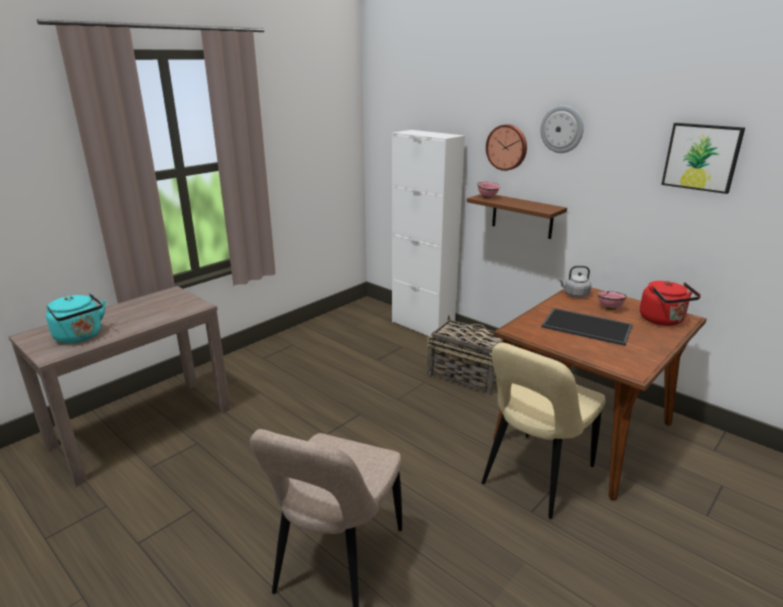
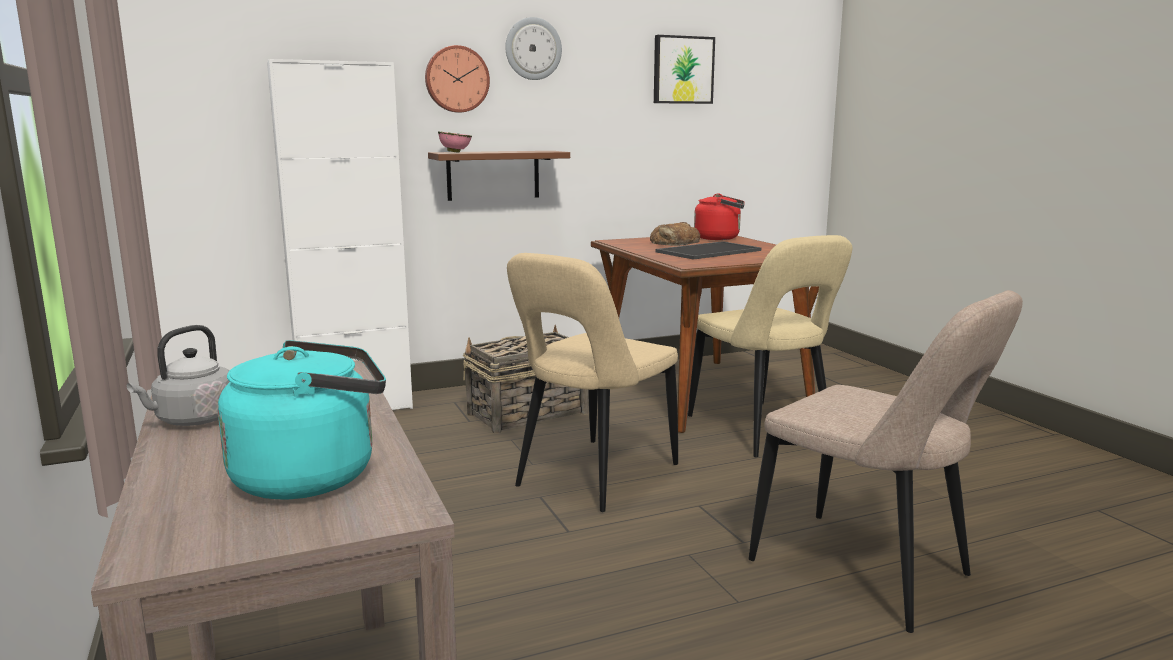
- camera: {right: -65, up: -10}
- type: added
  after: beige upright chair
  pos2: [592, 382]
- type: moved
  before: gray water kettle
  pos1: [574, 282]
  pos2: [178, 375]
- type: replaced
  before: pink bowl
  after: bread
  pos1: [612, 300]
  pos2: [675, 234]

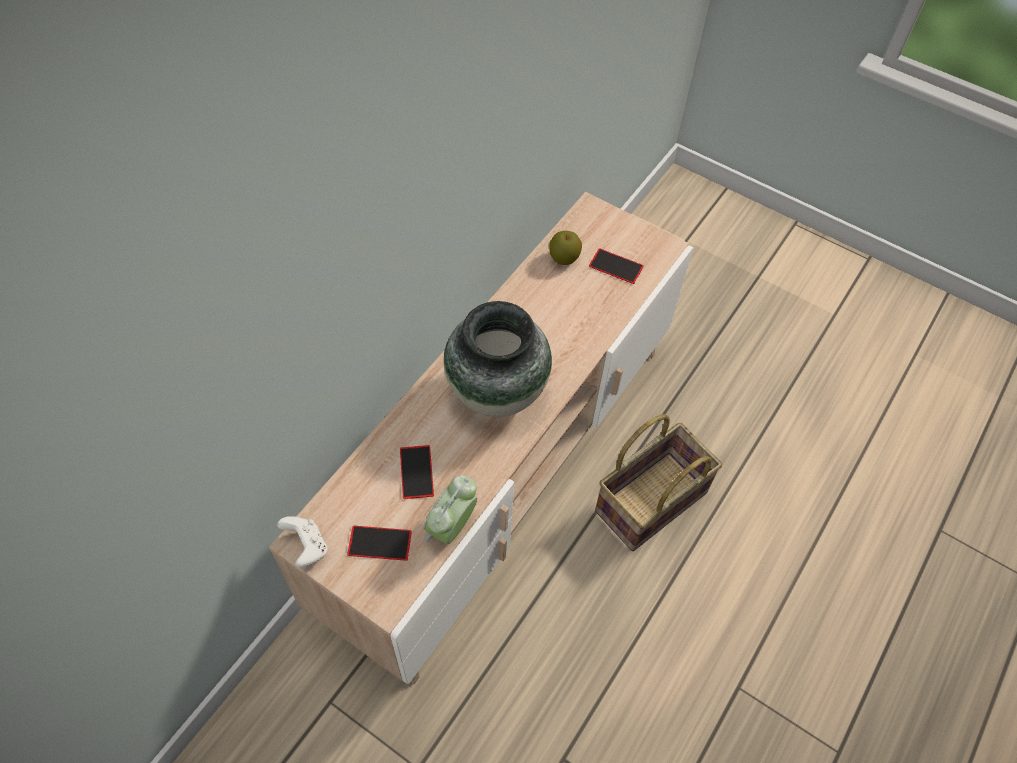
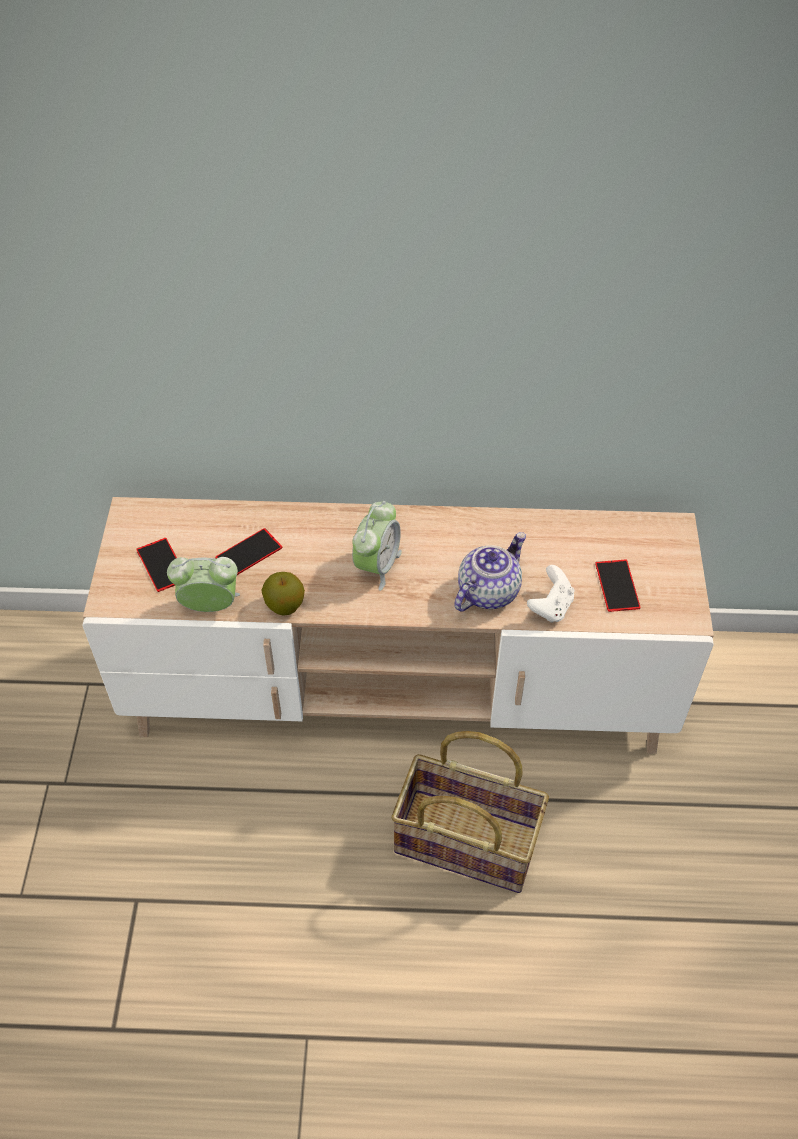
- camera: {right: 60, up: -5}
- type: added
  after: teapot
  pos2: [490, 572]
- type: moved
  before: white gamepad
  pos1: [302, 541]
  pos2: [551, 594]
- type: moved
  before: apple
  pos1: [565, 248]
  pos2: [283, 594]
- type: replaced
  before: decorative vase
  after: bedside clock
  pos1: [498, 359]
  pos2: [377, 546]

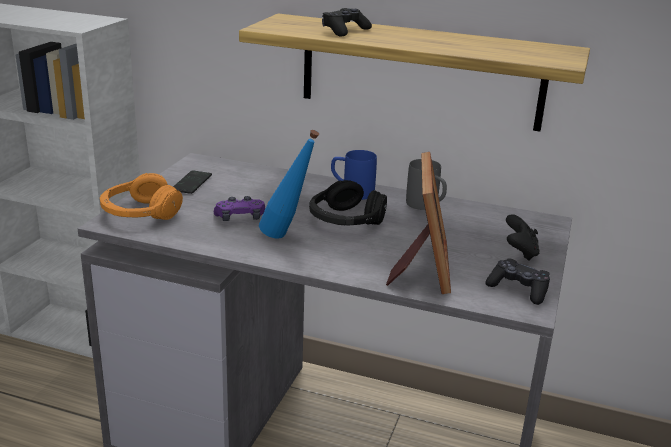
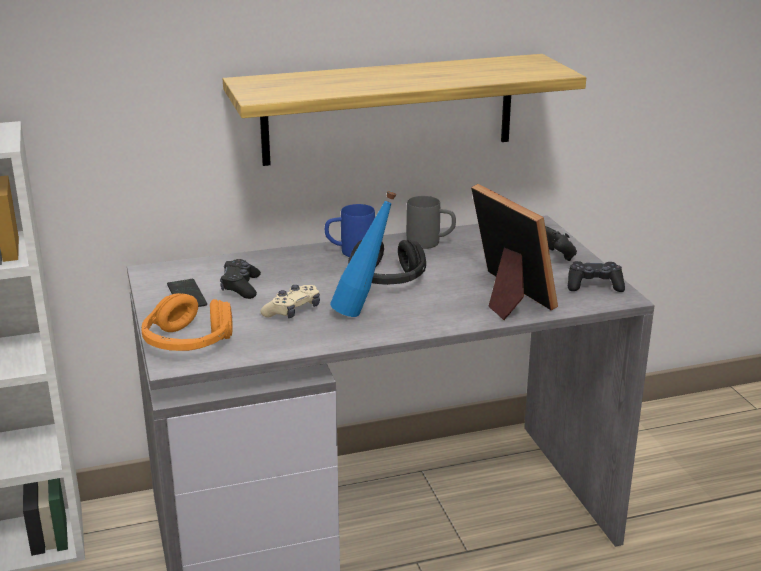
- camera: {right: -35, up: 0}
- type: moved
  before: black-coloured gamepad
  pos1: [347, 22]
  pos2: [240, 279]
- type: recoloured
  before: purple-coloured gamepad
  after: beige gamepad
  pos1: [239, 208]
  pos2: [290, 301]

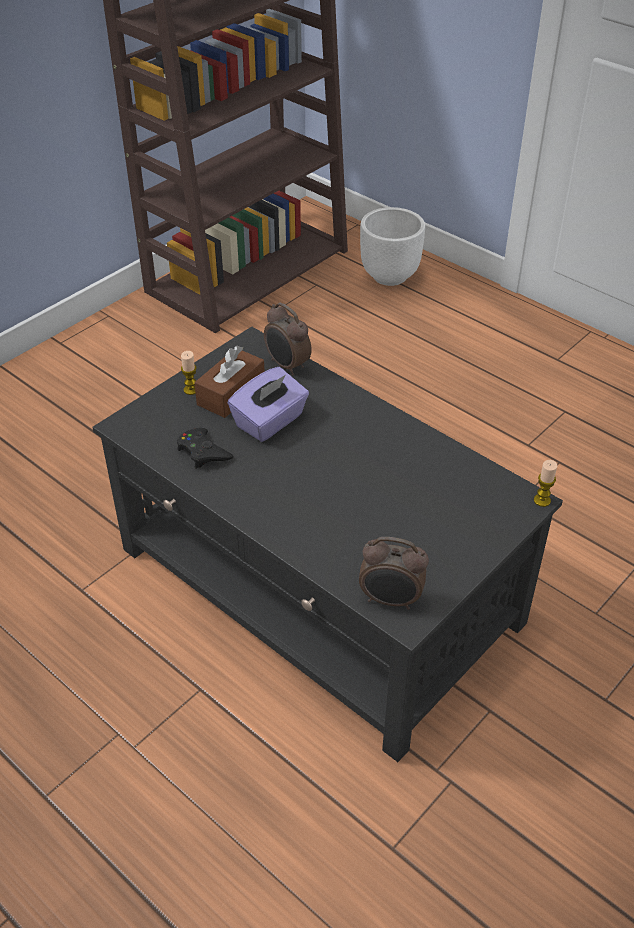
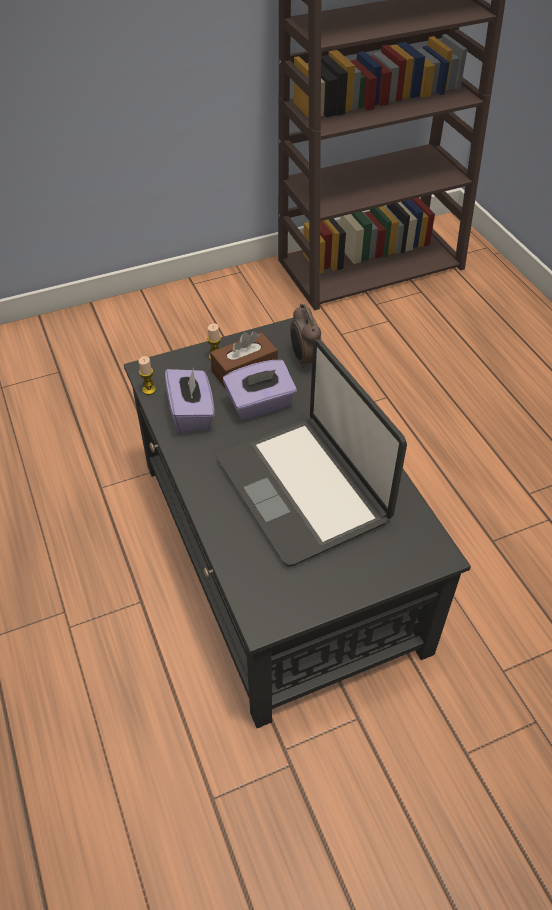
- camera: {right: 25, up: 5}
- type: removed
  before: bedside clock
  pos1: [394, 573]
- type: removed
  before: white planter
  pos1: [392, 246]
- type: added
  after: laptop
  pos2: [312, 452]
- type: moved
  before: wax light
  pos1: [545, 483]
  pos2: [147, 375]
- type: replaced
  before: black-coloured gamepad
  after: purple-coloured tissue box
  pos1: [205, 448]
  pos2: [190, 400]

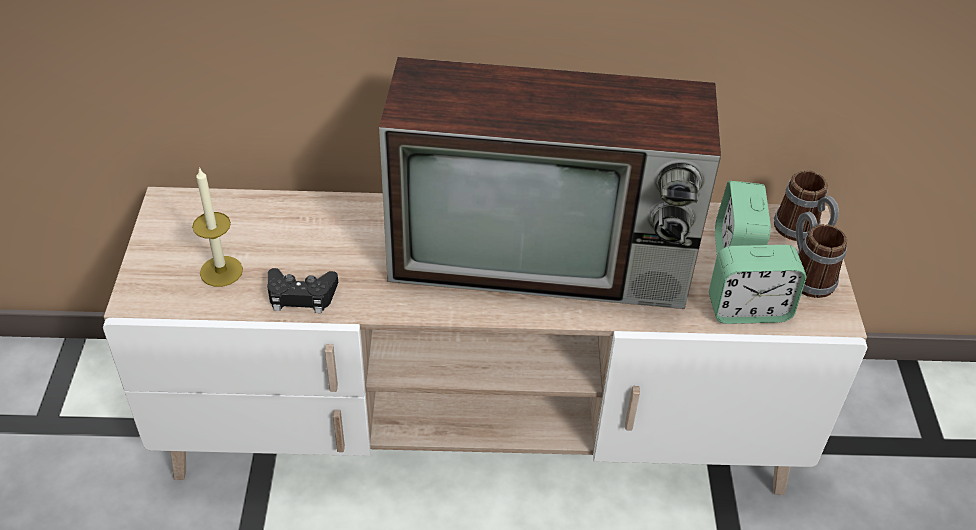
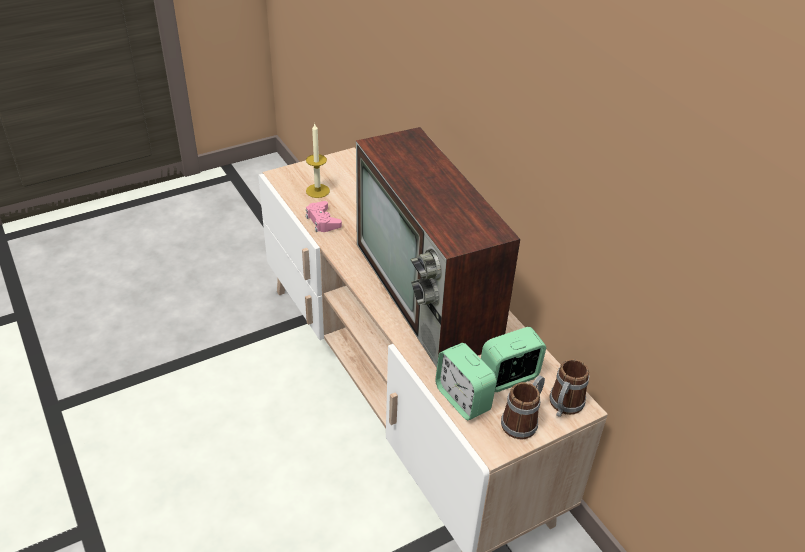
- camera: {right: 60, up: -5}
- type: recoloured
  before: black-coloured gamepad
  after: pink gamepad
  pos1: [302, 290]
  pos2: [324, 216]

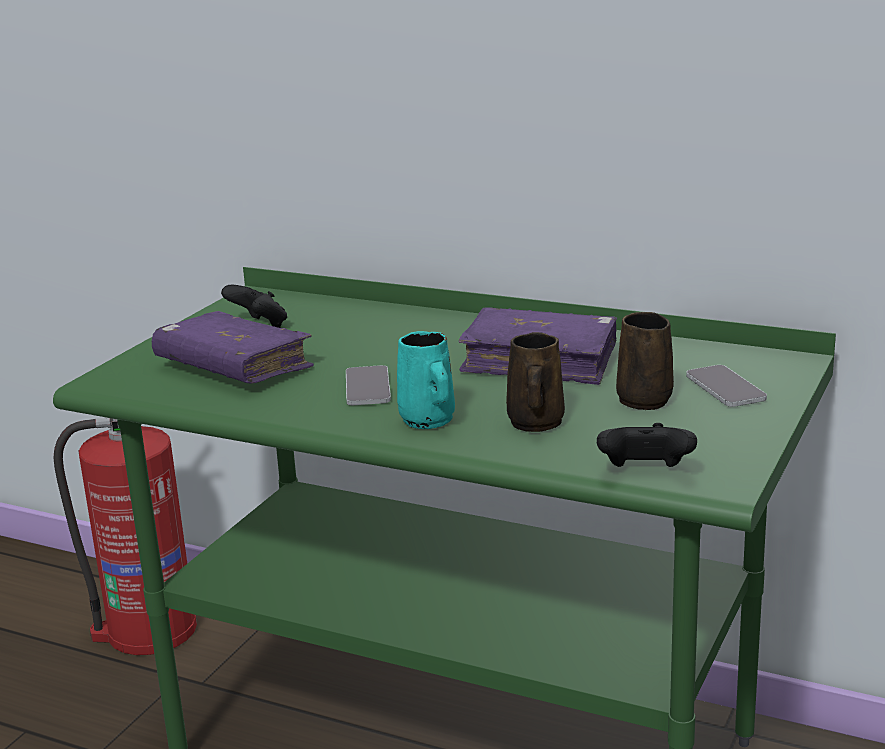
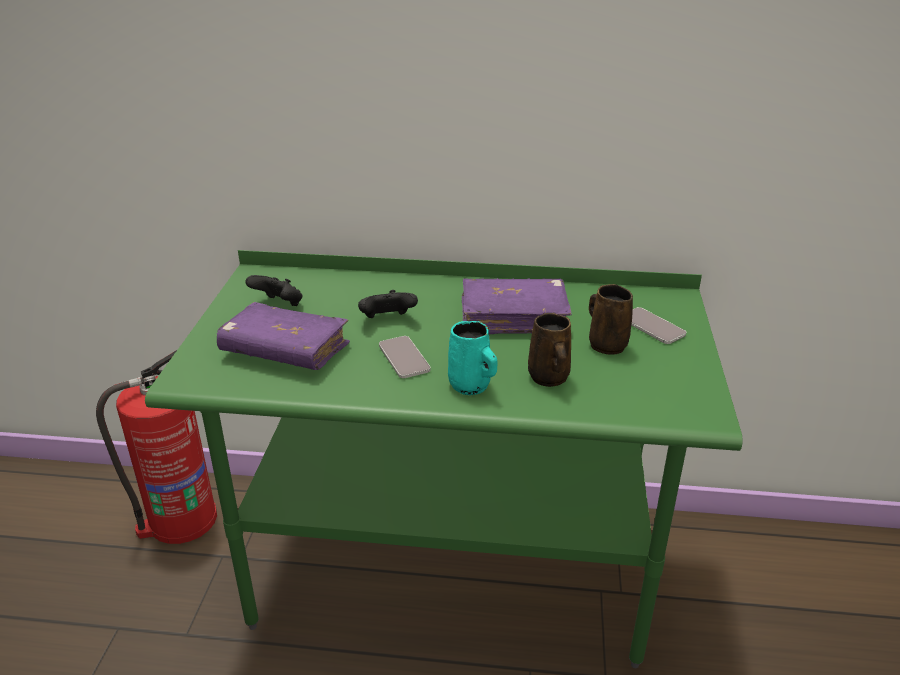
- camera: {right: -20, up: 10}
- type: moved
  before: black-coloured gamepad
  pos1: [647, 445]
  pos2: [388, 304]

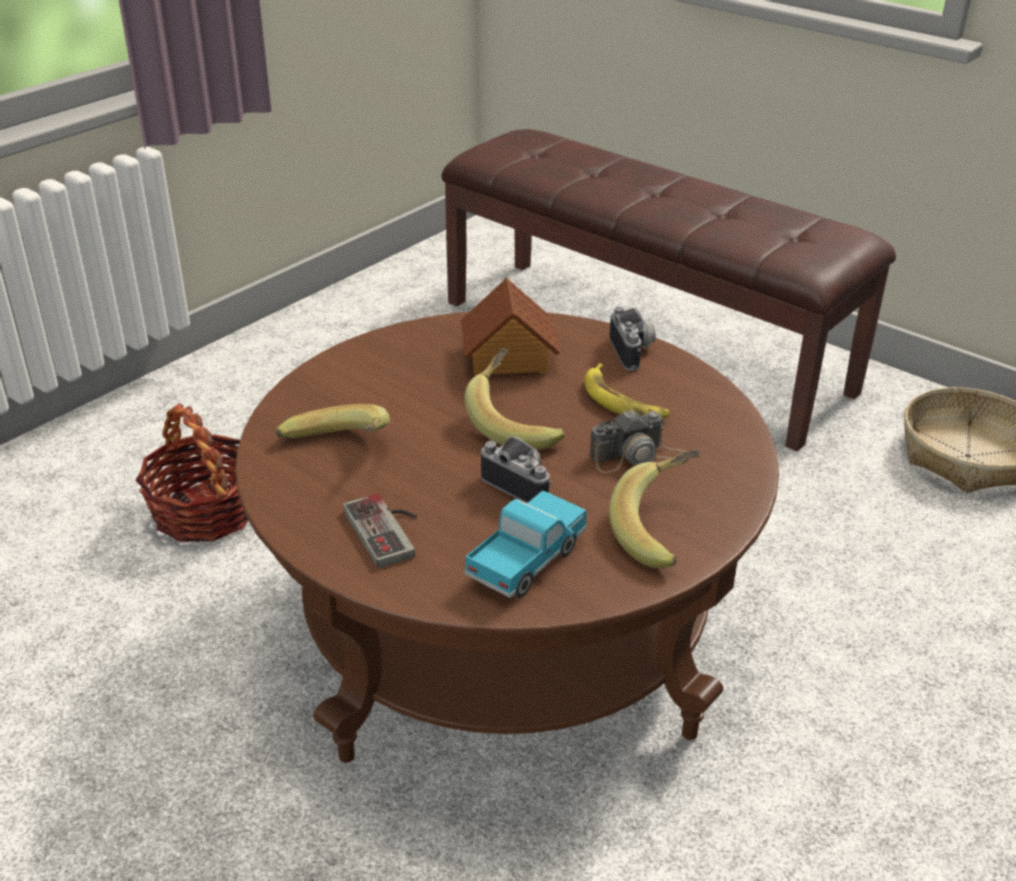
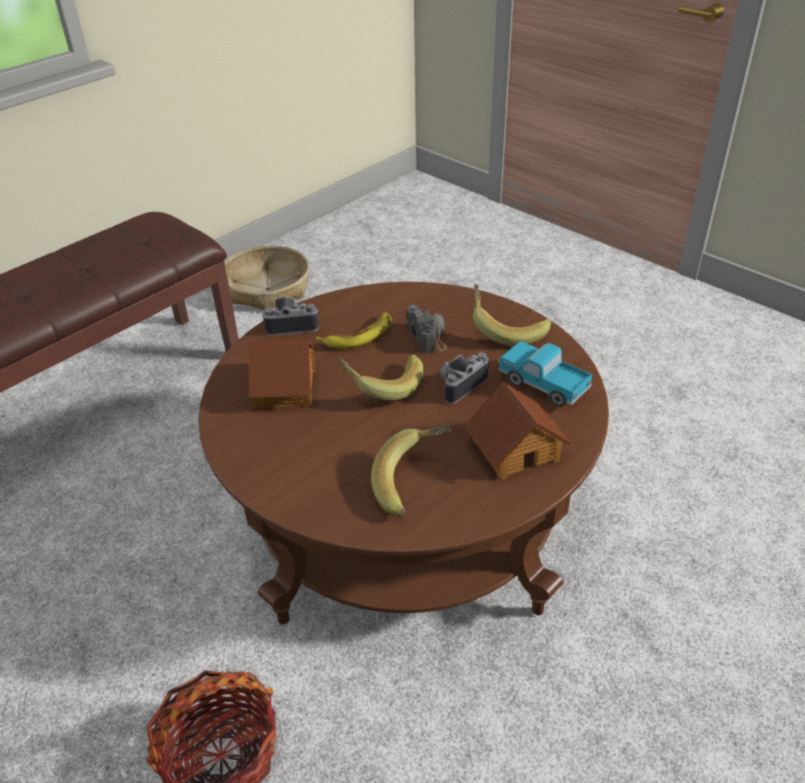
- camera: {right: -85, up: 5}
- type: replaced
  before: gamepad
  after: toy house
  pos1: [380, 531]
  pos2: [517, 431]

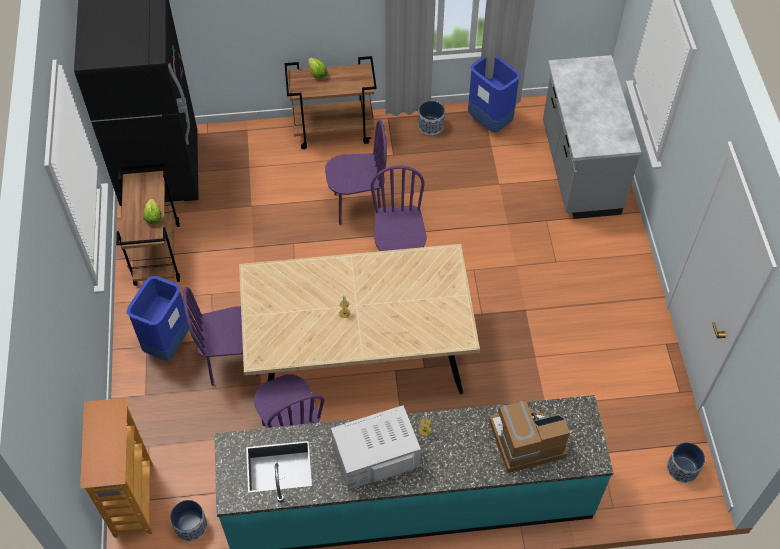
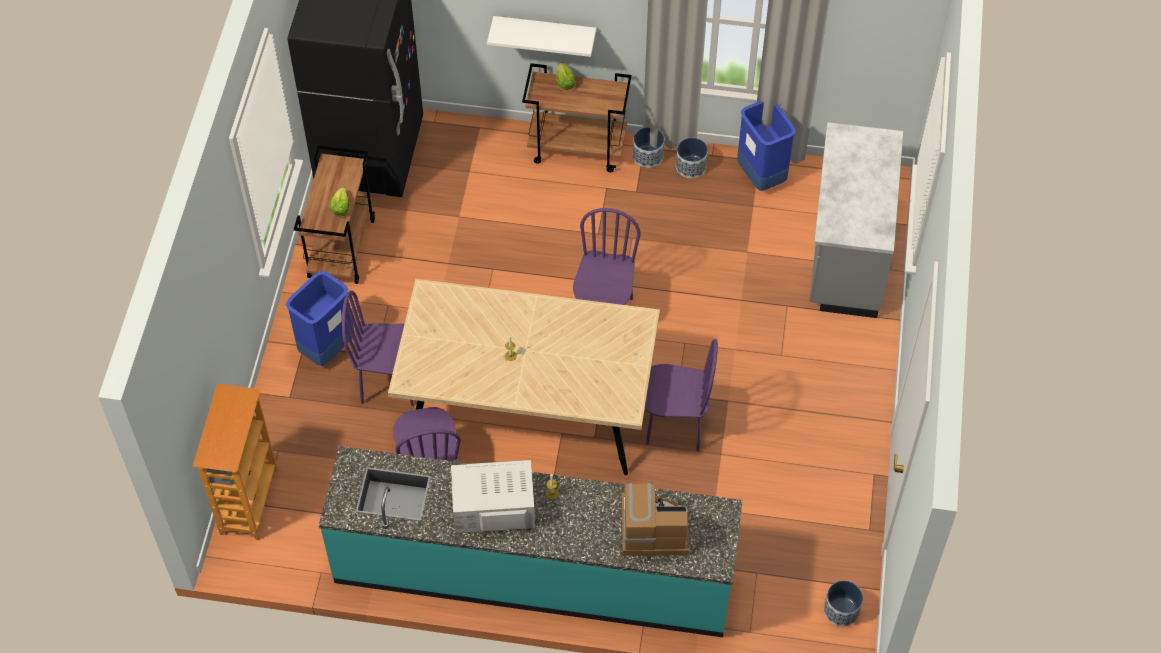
- camera: {right: 15, up: 0}
- type: added
  after: white wall shelf
  pos2: [541, 36]
- type: moved
  before: planter
  pos1: [188, 520]
  pos2: [648, 147]
- type: moved
  before: purple-coloured upright chair
  pos1: [356, 172]
  pos2: [681, 395]

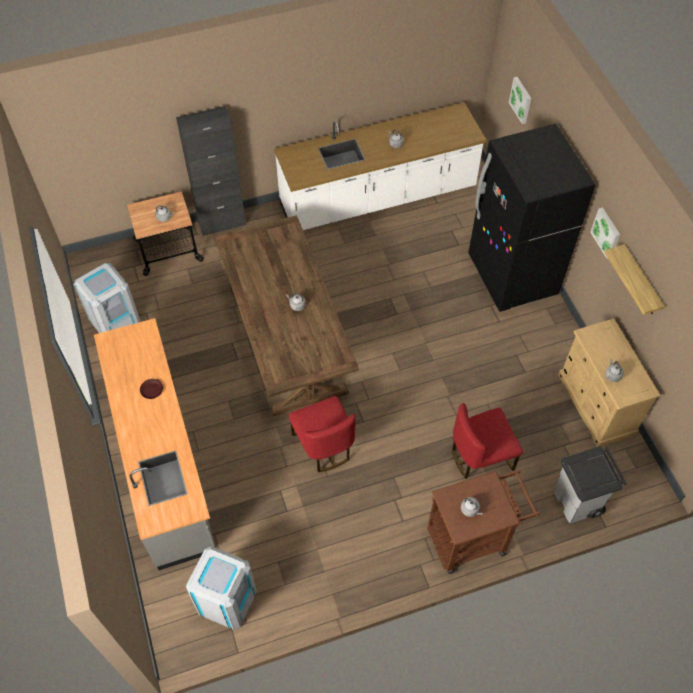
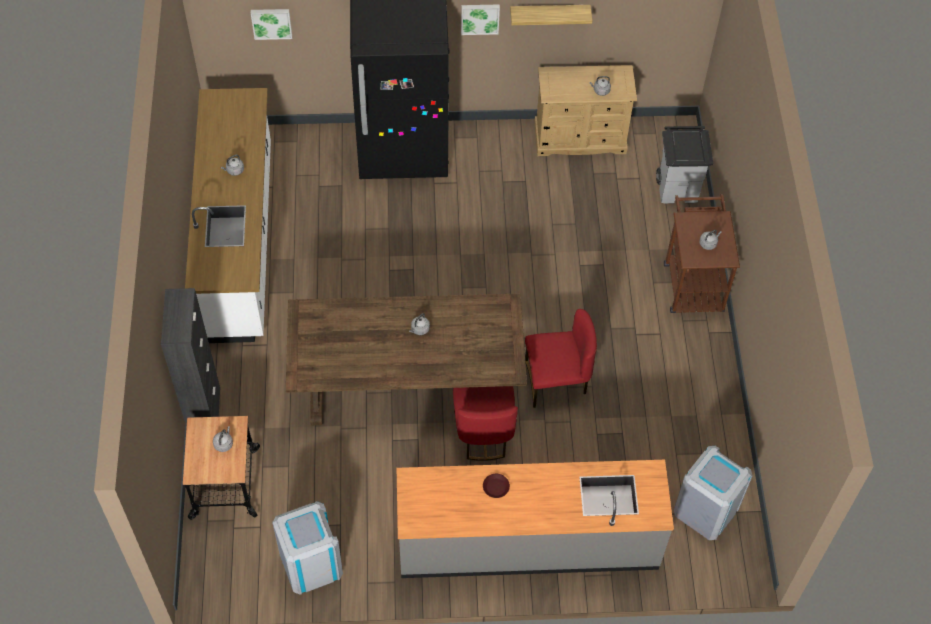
- camera: {right: -75, up: 0}
- type: moved
  before: red upright chair
  pos1: [487, 441]
  pos2: [485, 423]

